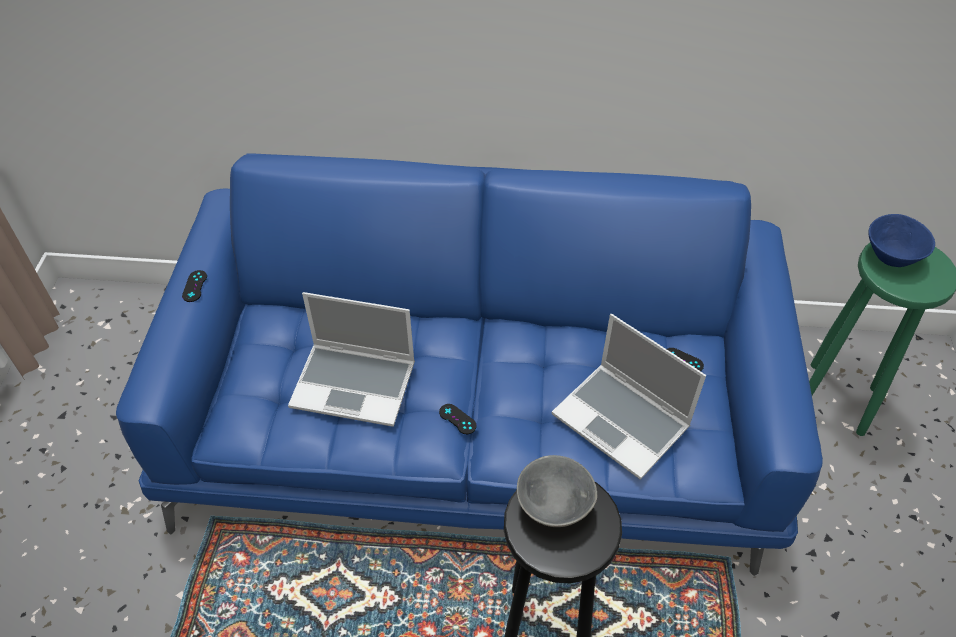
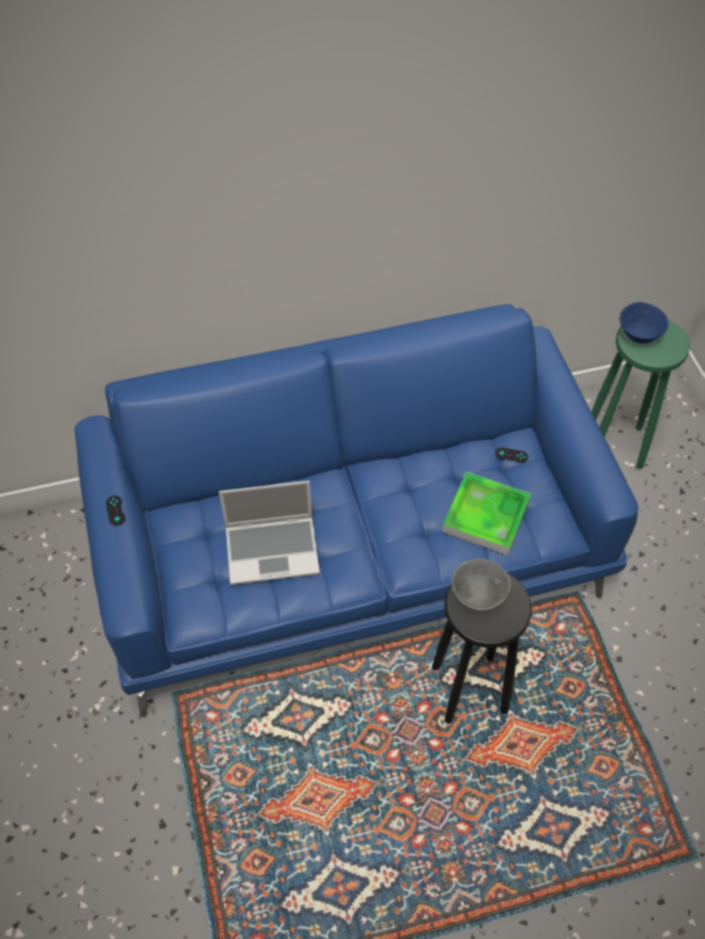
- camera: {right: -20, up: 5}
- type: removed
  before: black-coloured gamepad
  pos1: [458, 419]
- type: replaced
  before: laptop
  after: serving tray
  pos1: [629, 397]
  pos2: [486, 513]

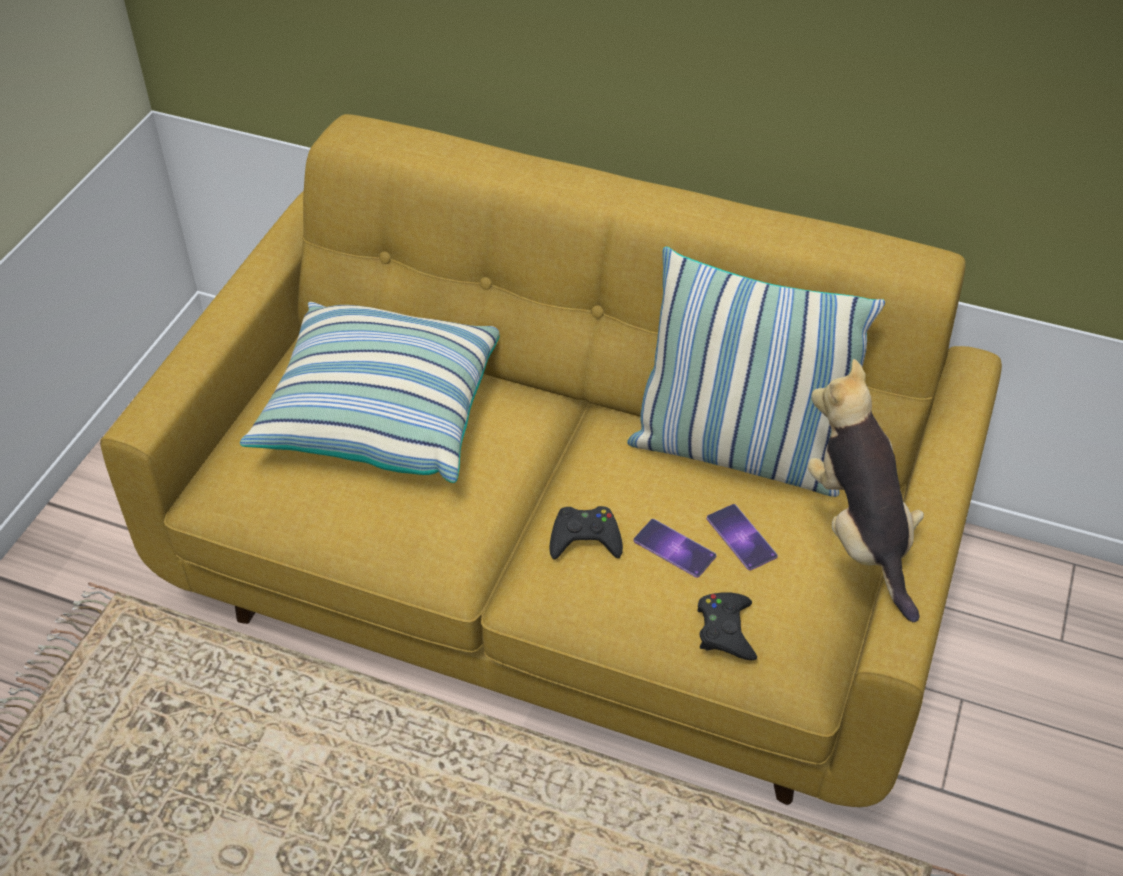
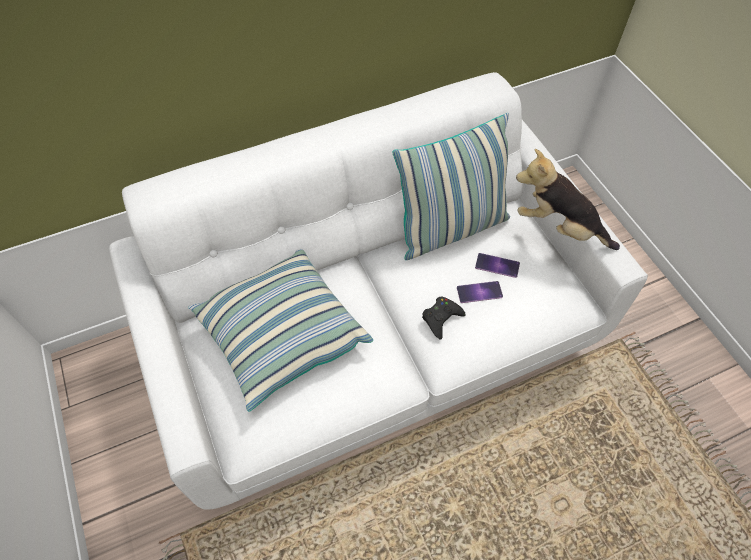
- camera: {right: -45, up: 10}
- type: removed
  before: black-coloured gamepad
  pos1: [727, 626]
- type: recoloured
  before: yellowish couch
  after: white couch
  pos1: [551, 460]
  pos2: [378, 291]

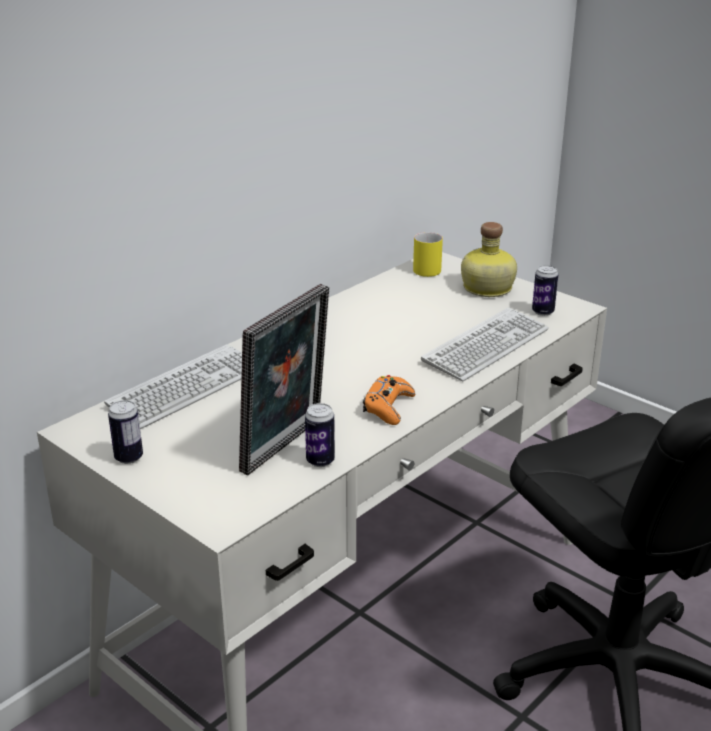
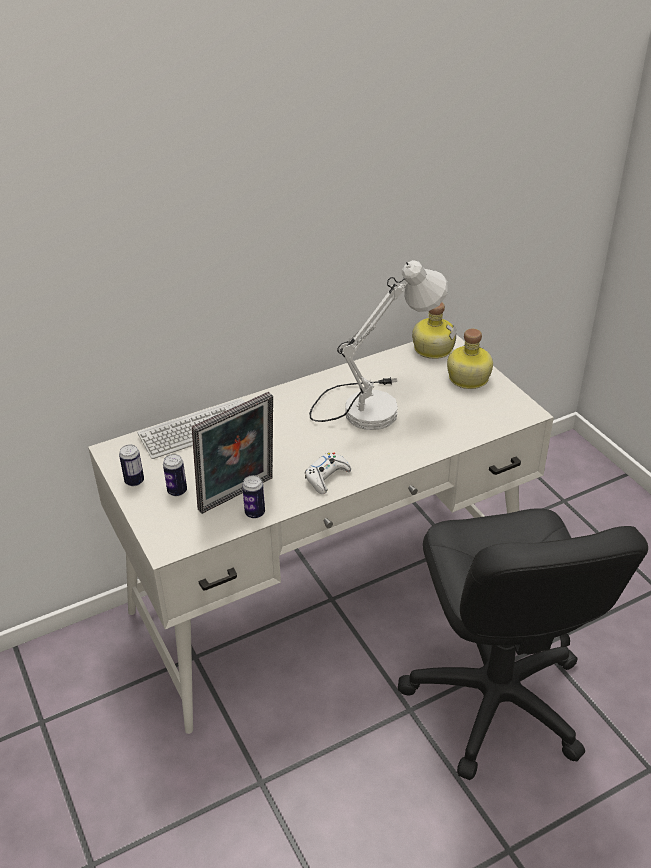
- camera: {right: 20, up: 10}
- type: removed
  before: PC keyboard
  pos1: [485, 344]
- type: added
  after: white tabletop lamp
  pos2: [378, 345]
- type: moved
  before: metal can
  pos1: [545, 290]
  pos2: [175, 475]
- type: replaced
  before: yellowish tea mug
  after: beverage bottle
  pos1: [428, 254]
  pos2: [434, 330]
- type: recoloured
  before: orange-coloured gamepad
  after: white gamepad
  pos1: [389, 400]
  pos2: [328, 473]

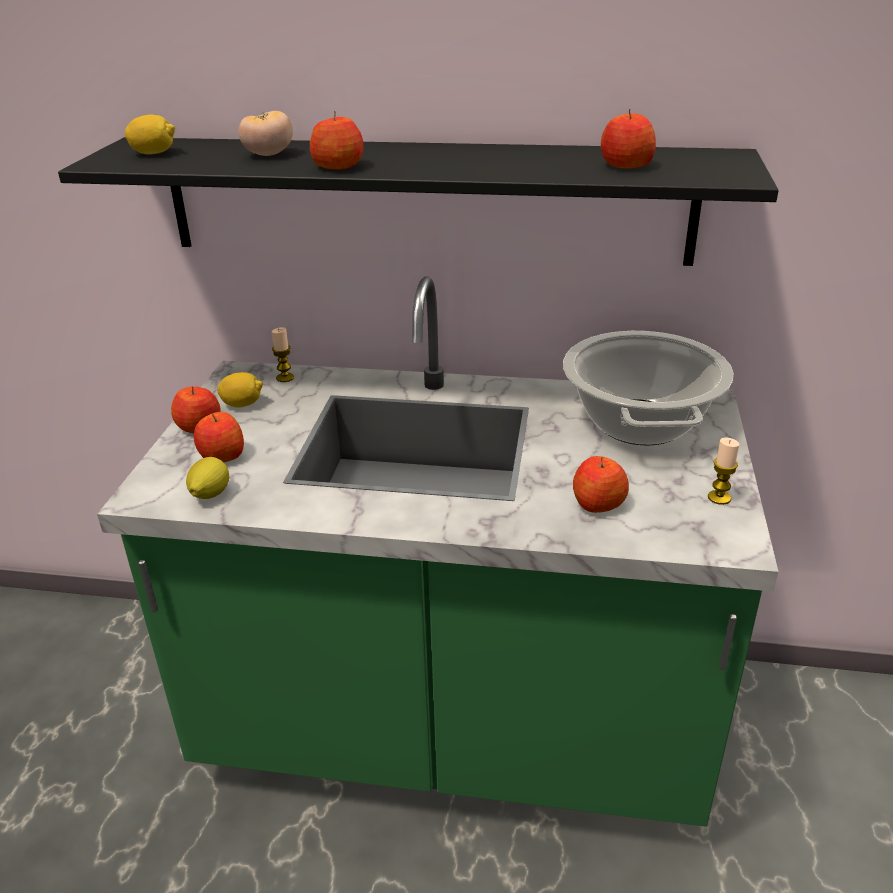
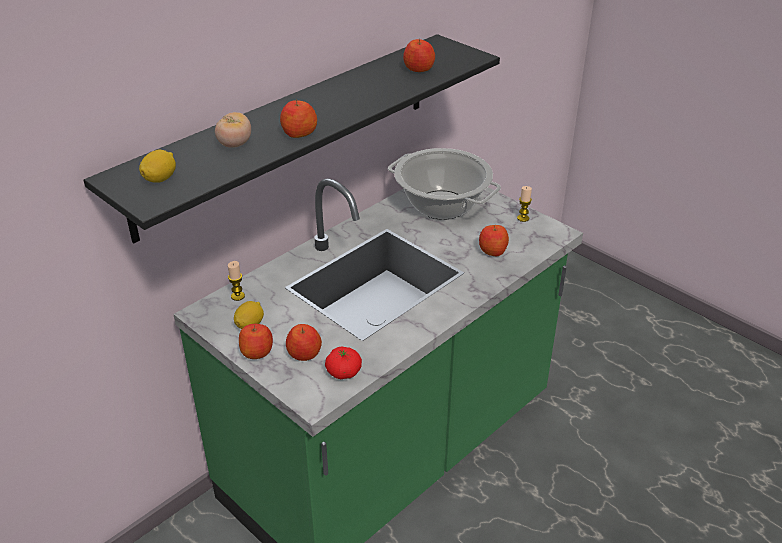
- camera: {right: -55, up: 5}
- type: replaced
  before: whole lemon
  after: fresh tomato
  pos1: [207, 478]
  pos2: [343, 362]

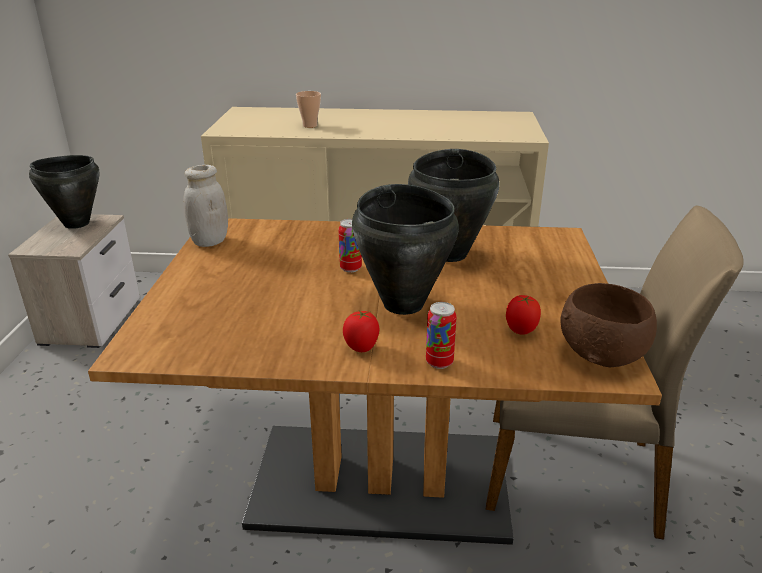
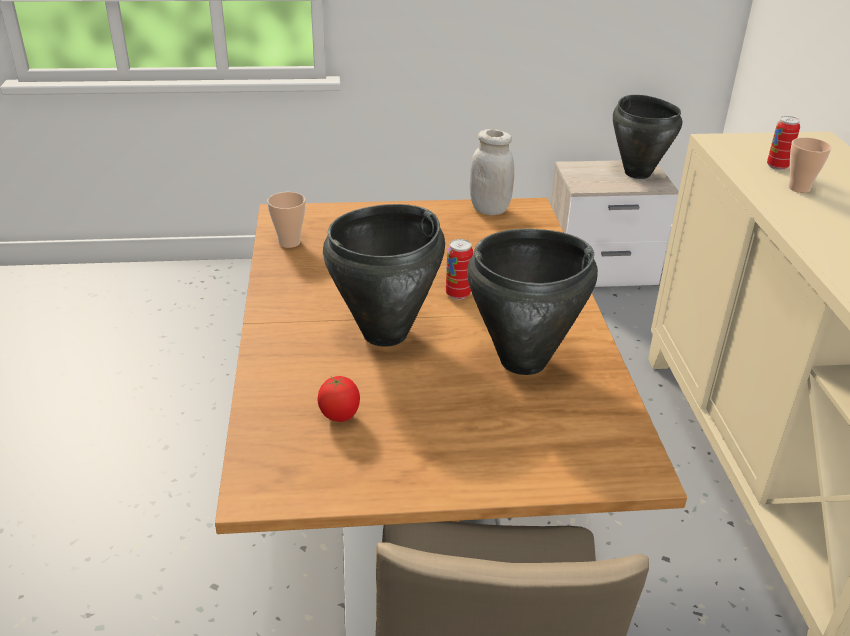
- camera: {right: 80, up: 5}
- type: removed
  before: fresh tomato
  pos1: [361, 331]
- type: removed
  before: brown-coloured bowl
  pos1: [609, 325]
- type: added
  after: small cup
  pos2: [286, 220]
- type: moved
  before: metal can
  pos1: [441, 335]
  pos2: [783, 143]

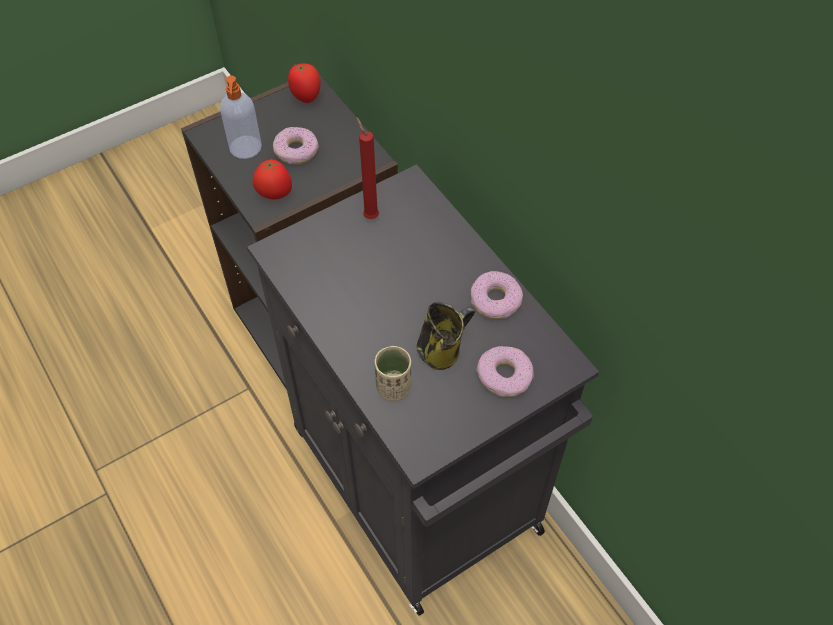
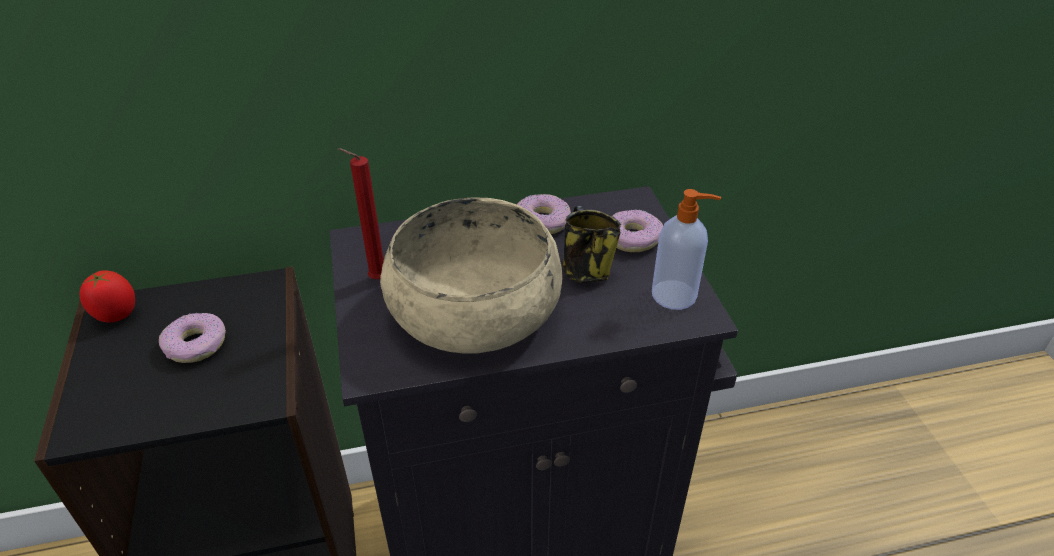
- camera: {right: -70, up: -15}
- type: removed
  before: fresh tomato
  pos1: [272, 179]
- type: removed
  before: beige small cup
  pos1: [393, 373]
- type: added
  after: beige bowl
  pos2: [471, 275]
- type: moved
  before: soap bottle
  pos1: [241, 117]
  pos2: [686, 249]

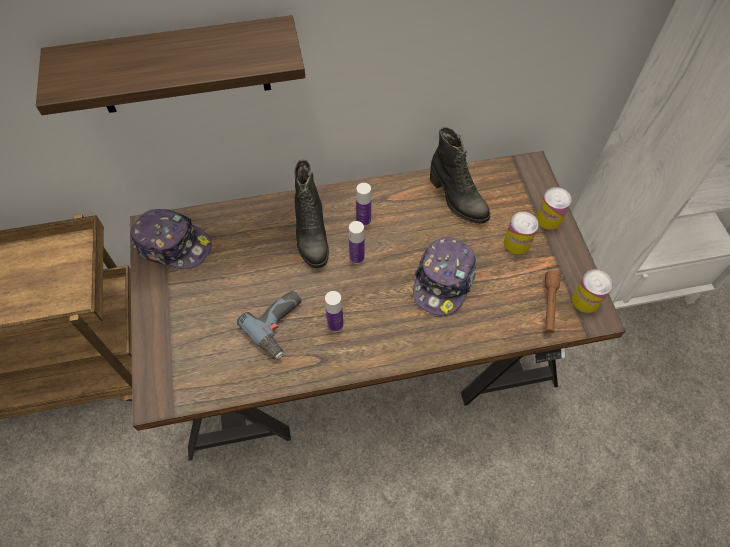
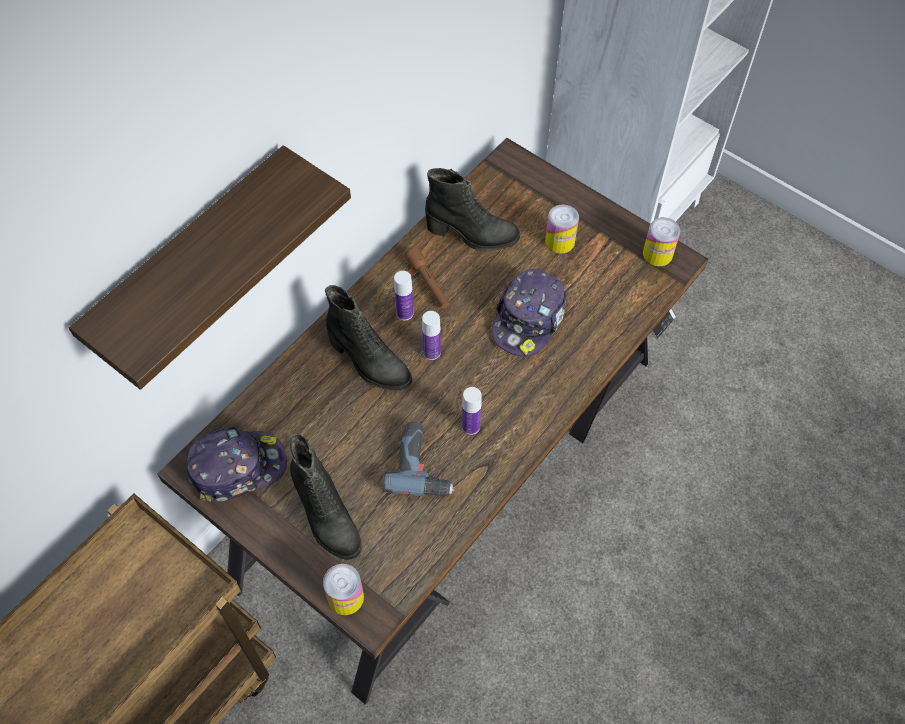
- camera: {right: -40, up: 0}
- type: added
  after: black-coloured tall boot
  pos2: [325, 496]
- type: moved
  before: metal can
  pos1: [554, 208]
  pos2: [343, 589]
- type: moved
  before: brown-coloured torch
  pos1: [553, 302]
  pos2: [427, 278]
- type: turned
  before: peaked cap
  pos1: [445, 276]
  pos2: [529, 313]
  turn: 45

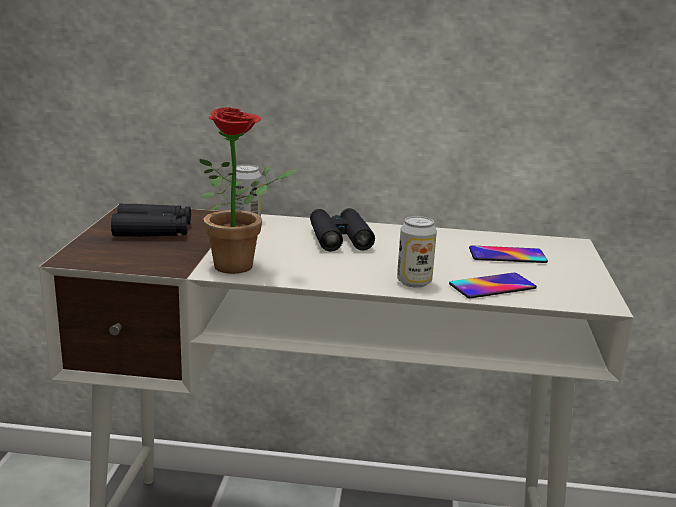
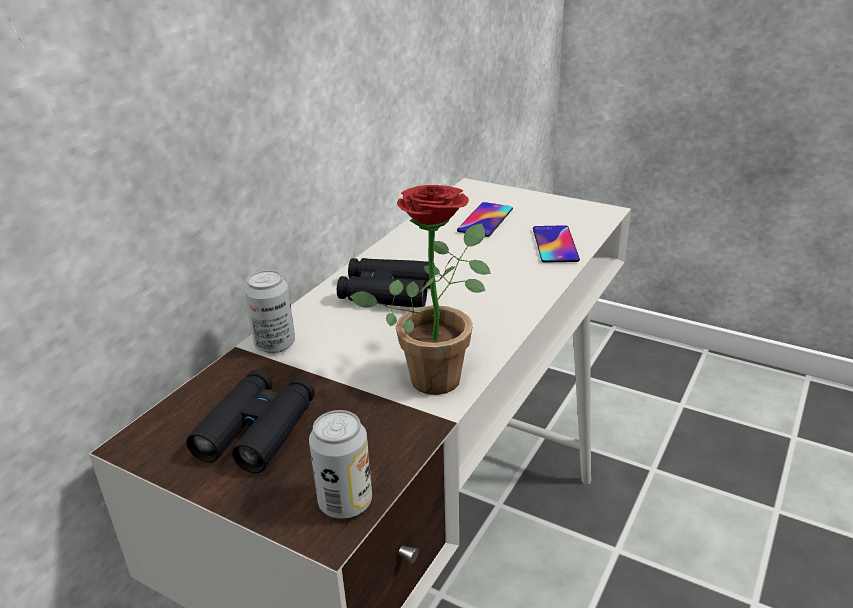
- camera: {right: -65, up: 10}
- type: moved
  before: metal can
  pos1: [417, 252]
  pos2: [340, 464]

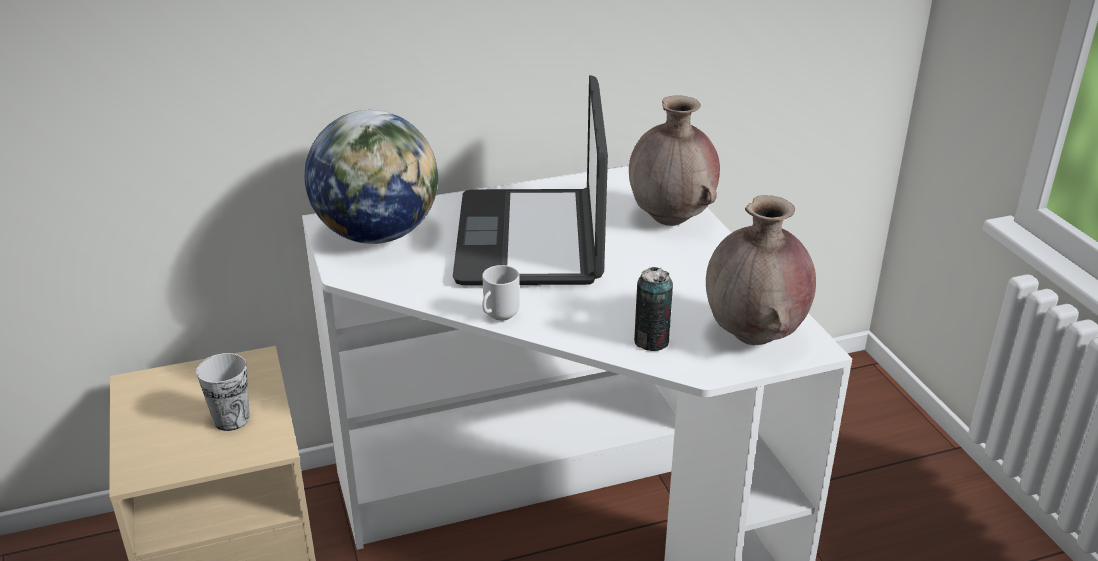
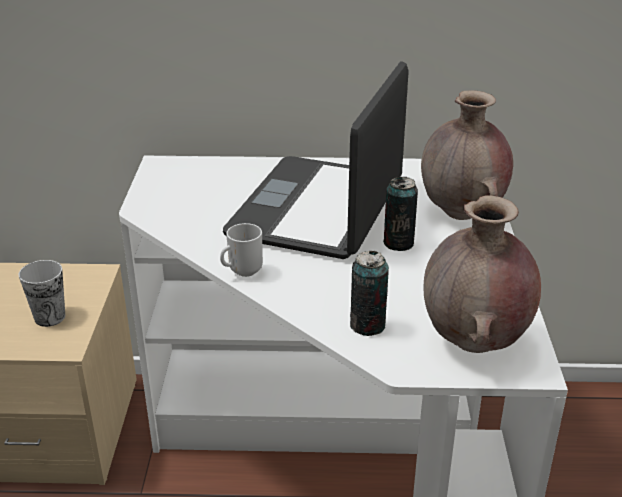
- camera: {right: 20, up: 0}
- type: removed
  before: desk globe
  pos1: [371, 177]
- type: added
  after: metal can
  pos2: [400, 214]

